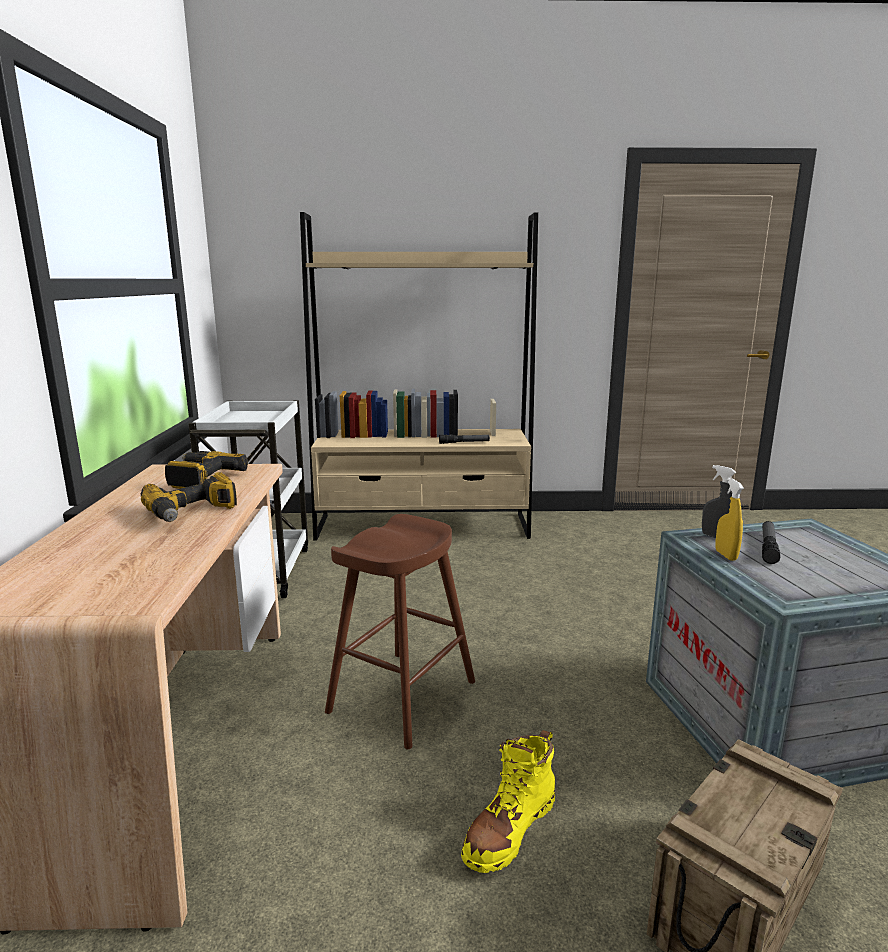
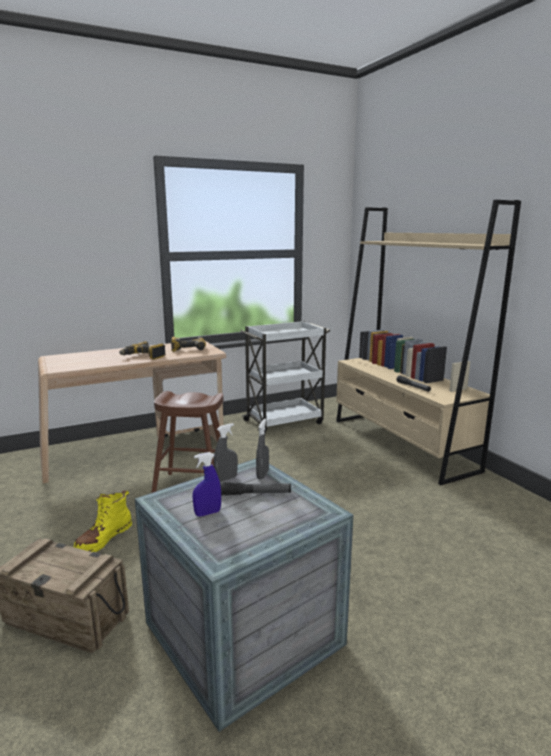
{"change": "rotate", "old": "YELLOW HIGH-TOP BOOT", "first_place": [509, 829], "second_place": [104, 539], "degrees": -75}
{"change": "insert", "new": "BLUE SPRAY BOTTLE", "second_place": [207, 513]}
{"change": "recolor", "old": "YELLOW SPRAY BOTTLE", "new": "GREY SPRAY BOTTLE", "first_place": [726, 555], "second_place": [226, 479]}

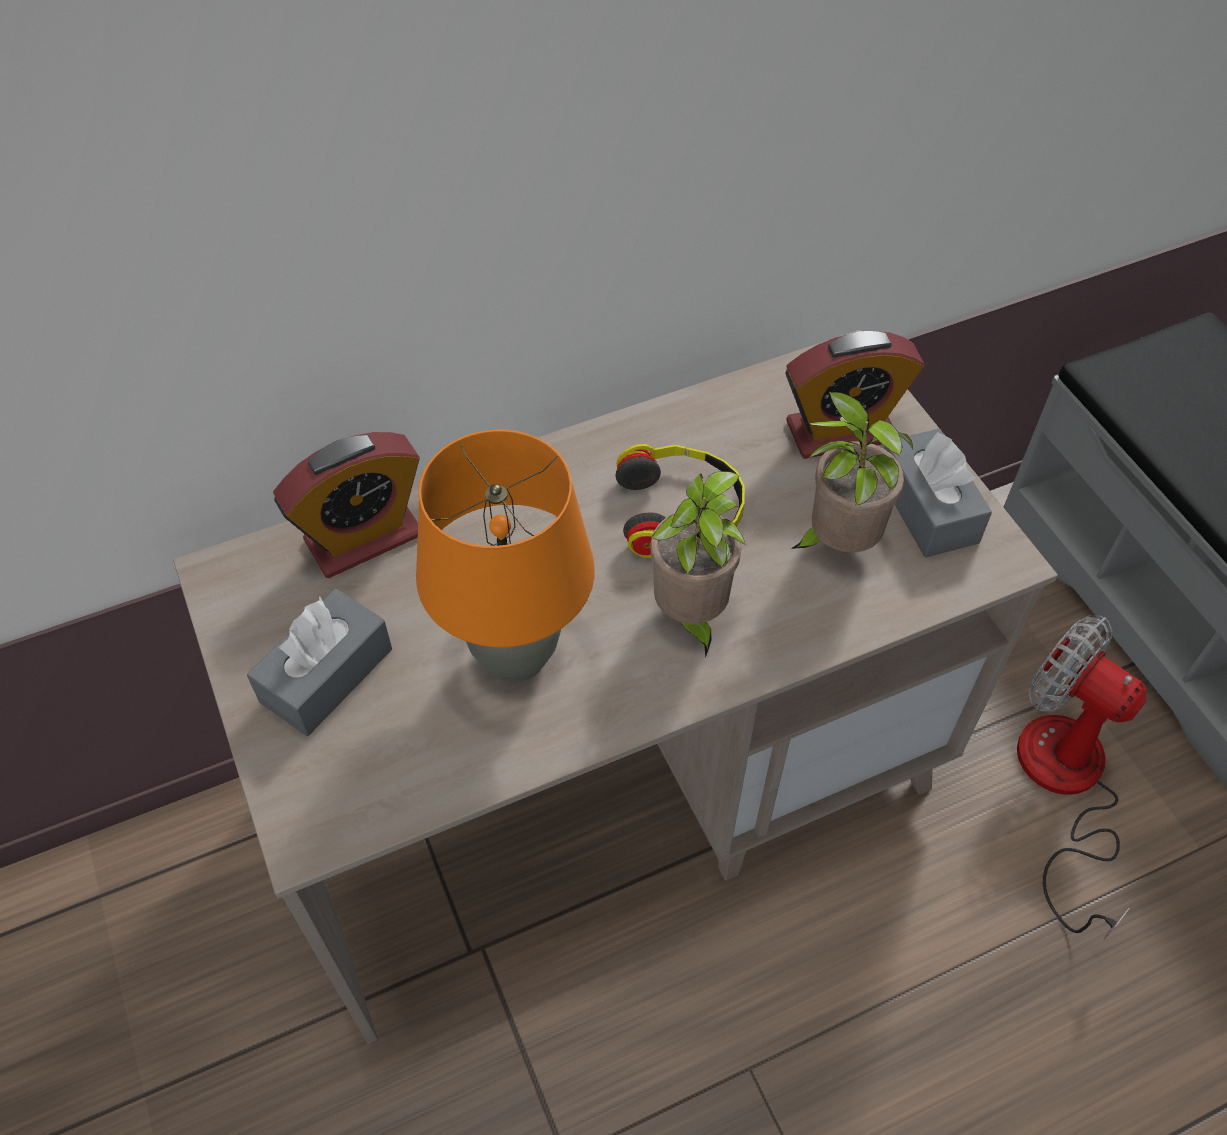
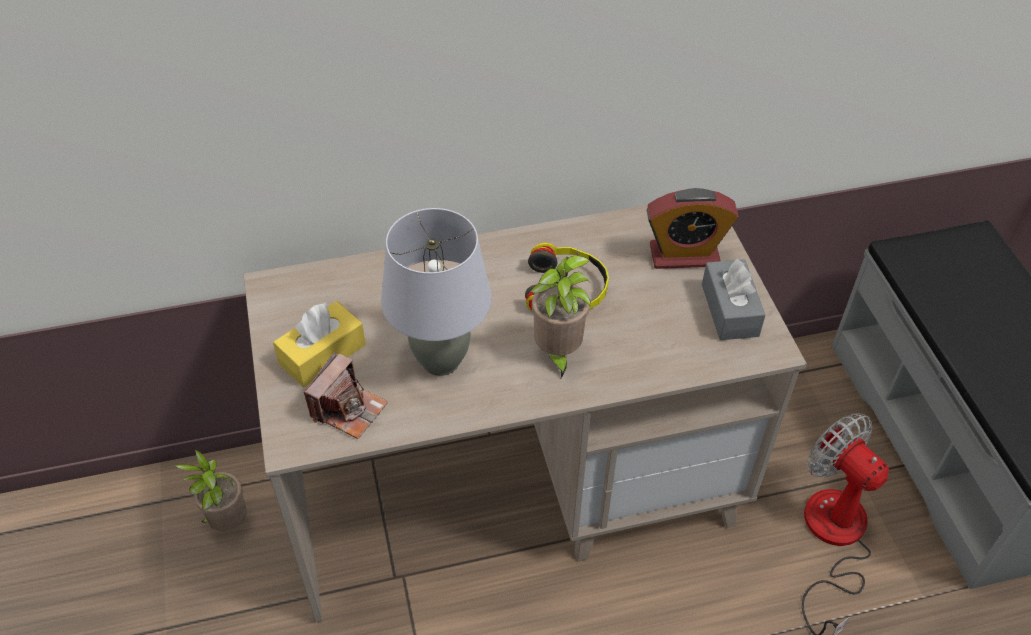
{"change": "move", "old": "PLANT IN A POT", "first_place": [837, 543], "second_place": [227, 522]}
{"change": "recolor", "old": "GREY TISSUE HOLDER", "new": "YELLOW TISSUE HOLDER", "first_place": [327, 675], "second_place": [322, 354]}
{"change": "insert", "new": "PHOTO CAMERA", "second_place": [348, 409]}
{"change": "recolor", "old": "ORANGE-COLOURED TABLETOP LAMP", "new": "GREY TABLETOP LAMP", "first_place": [516, 656], "second_place": [441, 360]}
{"change": "delete", "old": "BEDSIDE CLOCK", "first_place": [364, 538]}

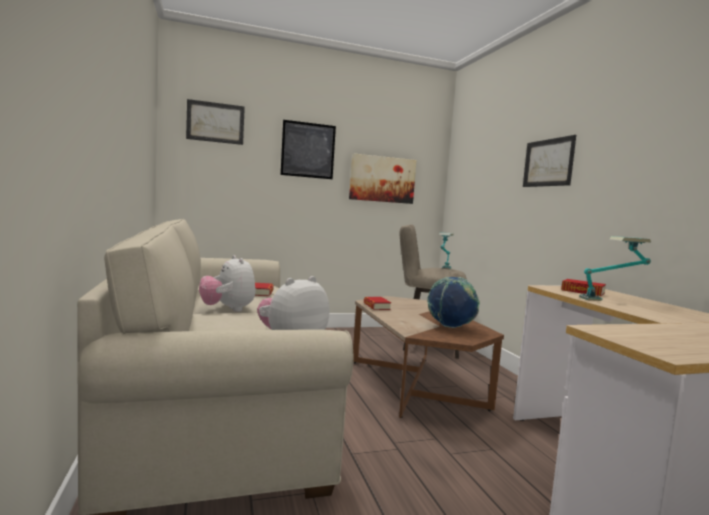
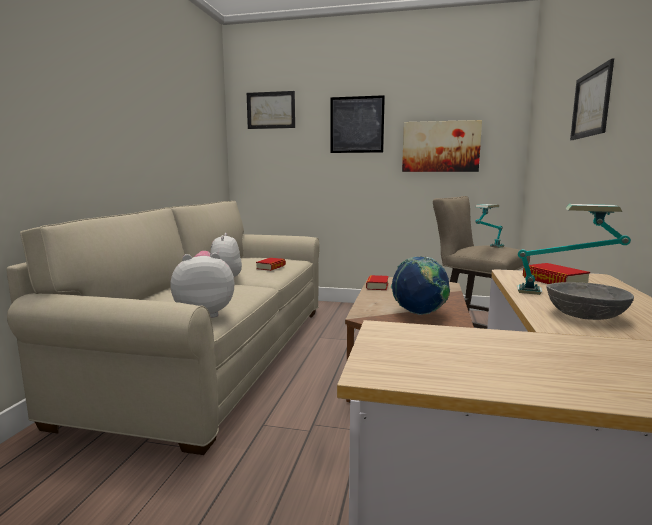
{"change": "insert", "new": "GREY DEEP DISH", "second_place": [585, 316]}

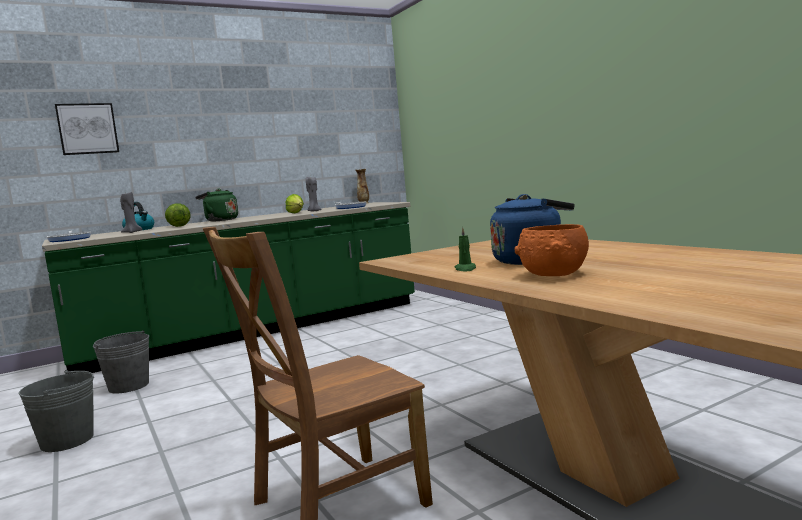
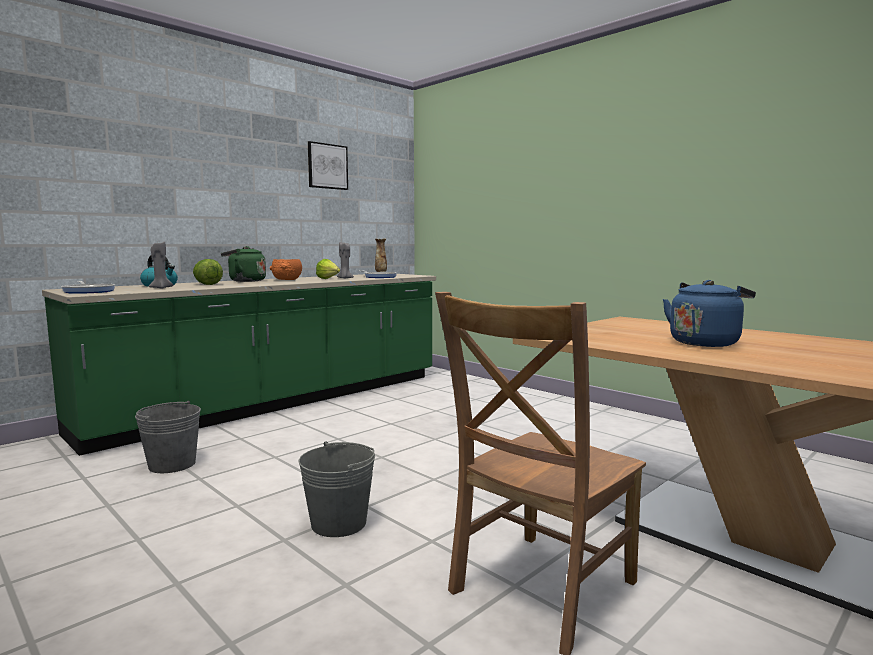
{"change": "move", "old": "ORANGE-COLOURED DEEP DISH", "first_place": [554, 274], "second_place": [287, 279]}
{"change": "move", "old": "GREY BUCKET", "first_place": [67, 440], "second_place": [339, 523]}
{"change": "move", "old": "WALL PICTURE", "first_place": [87, 129], "second_place": [327, 166]}
{"change": "delete", "old": "GREEN WAX LIGHT", "first_place": [465, 269]}

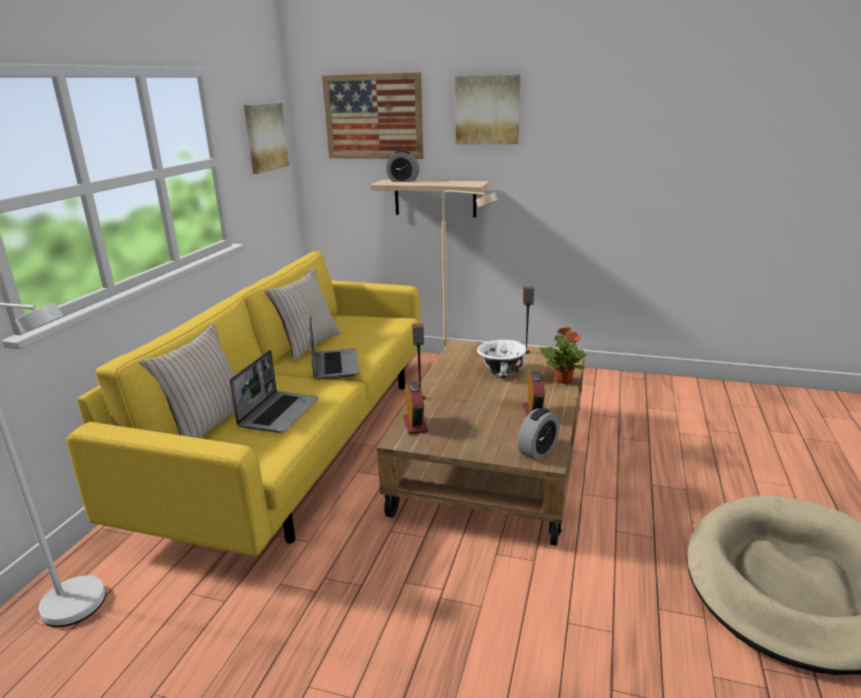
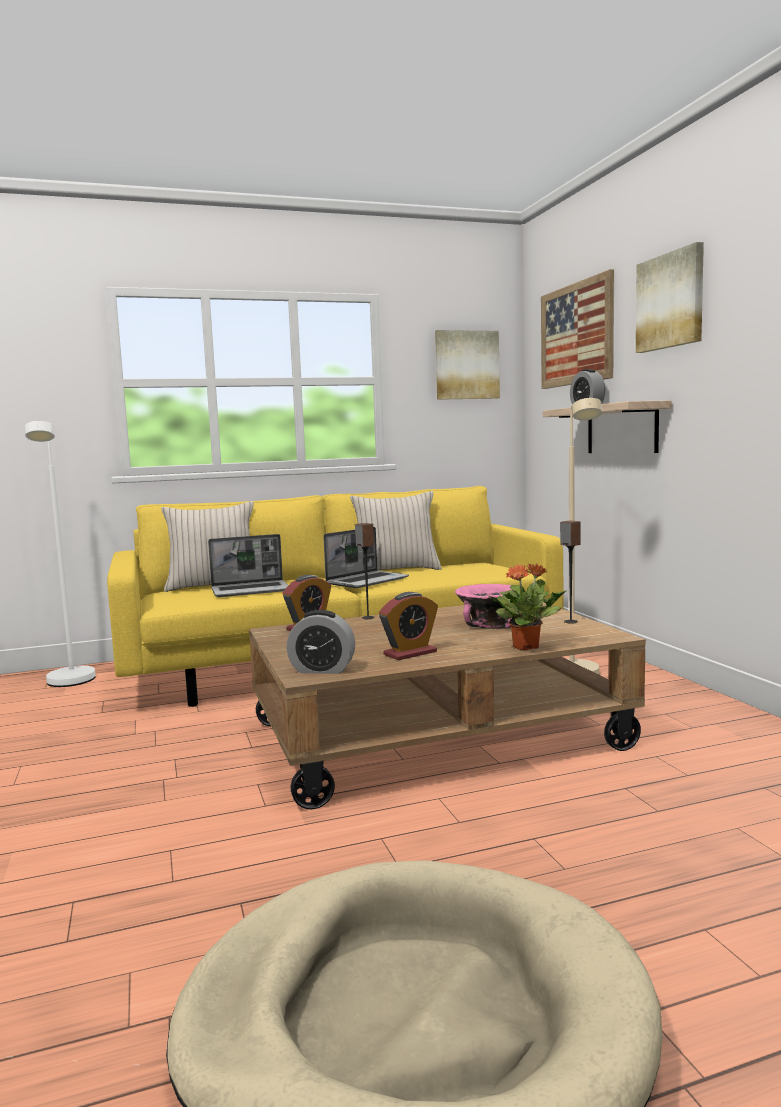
{"change": "recolor", "old": "WHITISH DEEP DISH", "new": "PINK-COLOURED DEEP DISH", "first_place": [501, 372], "second_place": [490, 625]}

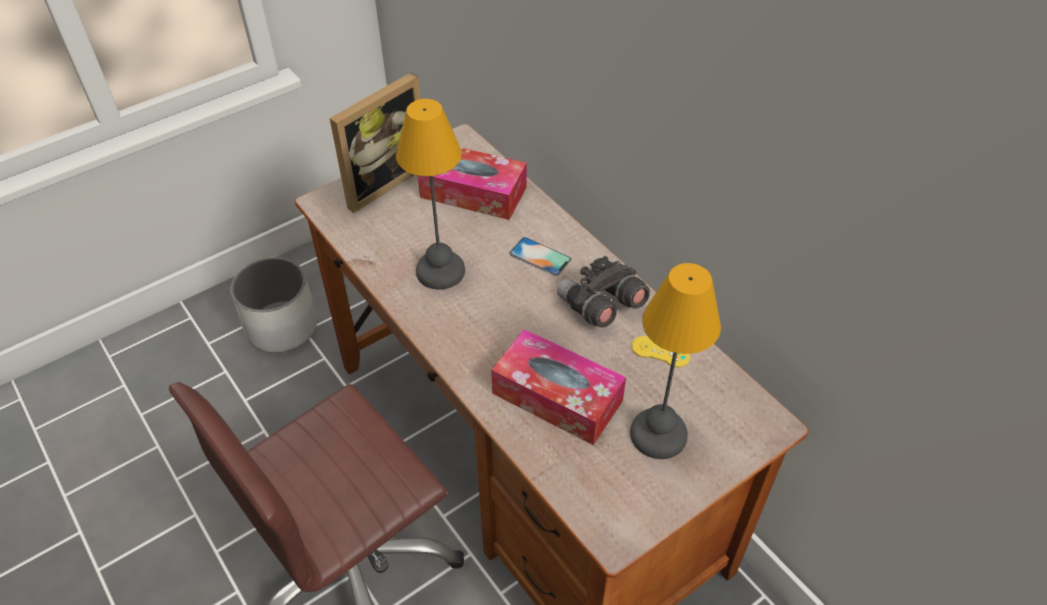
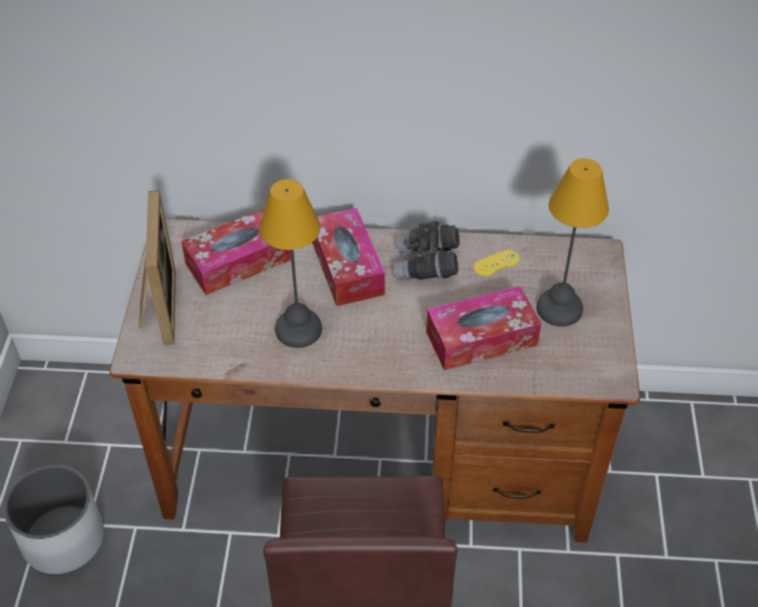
{"change": "replace", "old": "HANDSET", "new": "TISSUE HOLDER", "first_place": [540, 257], "second_place": [347, 267]}

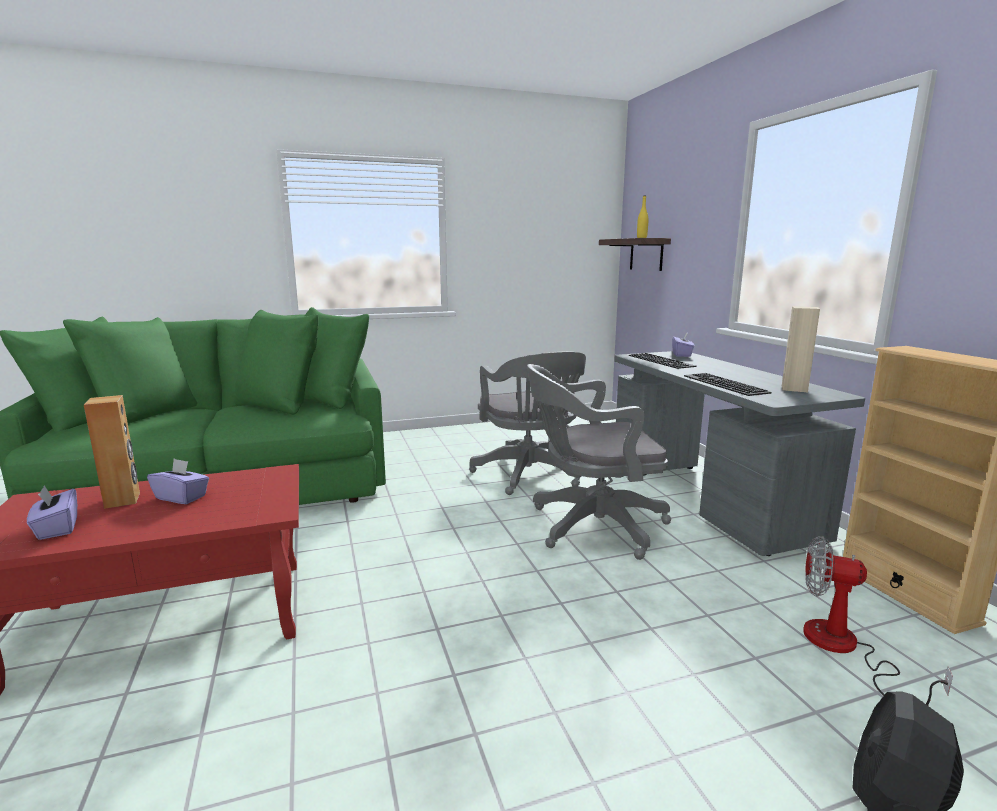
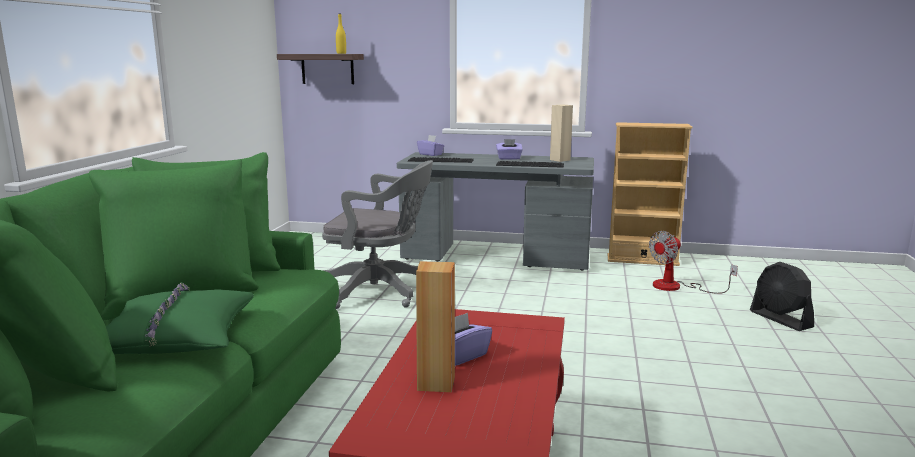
{"change": "insert", "new": "GREEN THROW PILLOW", "second_place": [176, 337]}
{"change": "move", "old": "PURPLE TISSUE HOLDER", "first_place": [57, 528], "second_place": [509, 158]}
{"change": "delete", "old": "GREY COMPUTER CHAIR", "first_place": [591, 526]}

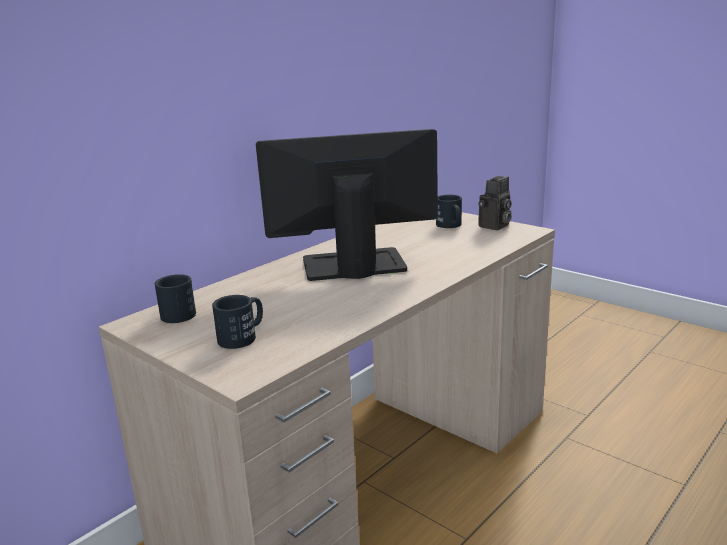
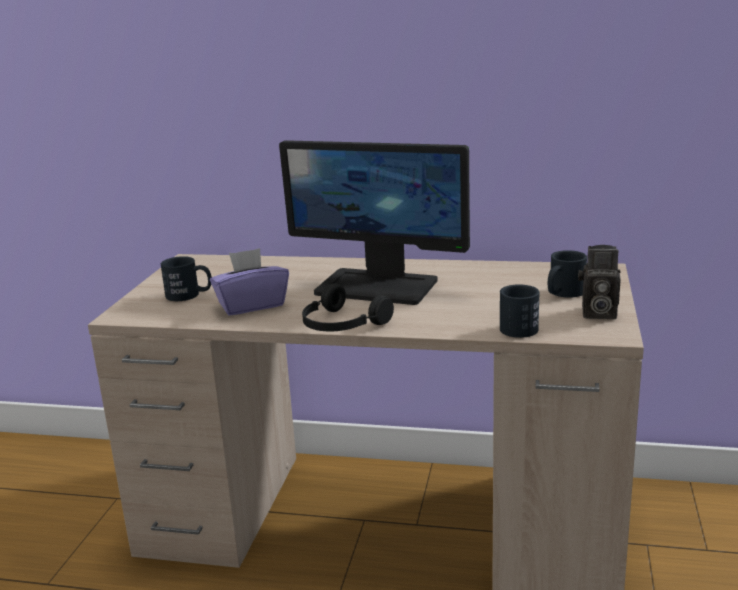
{"change": "insert", "new": "PURPLE TISSUE HOLDER", "second_place": [251, 305]}
{"change": "rotate", "old": "MONITOR", "first_place": [353, 265], "second_place": [378, 286], "degrees": 150}
{"change": "insert", "new": "BLACKISH PAIR OF HEADPHONES", "second_place": [341, 325]}
{"change": "move", "old": "BLACKISH COFFEE MUG", "first_place": [177, 312], "second_place": [523, 326]}

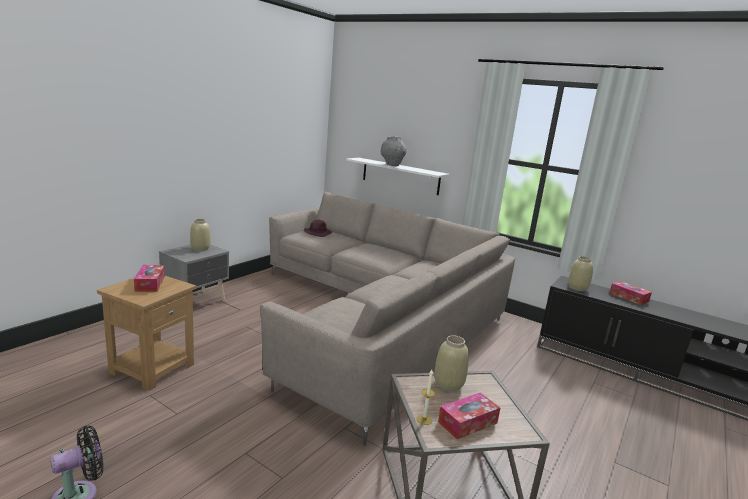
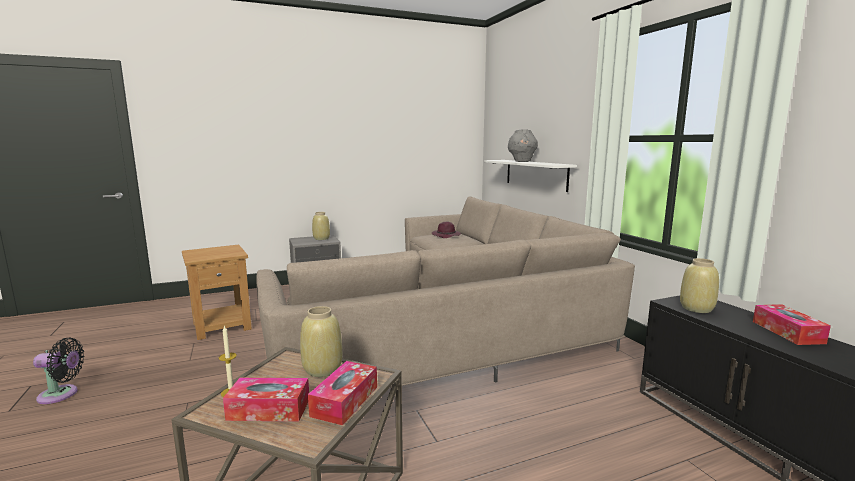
{"change": "move", "old": "TISSUE HOLDER", "first_place": [150, 284], "second_place": [345, 401]}

